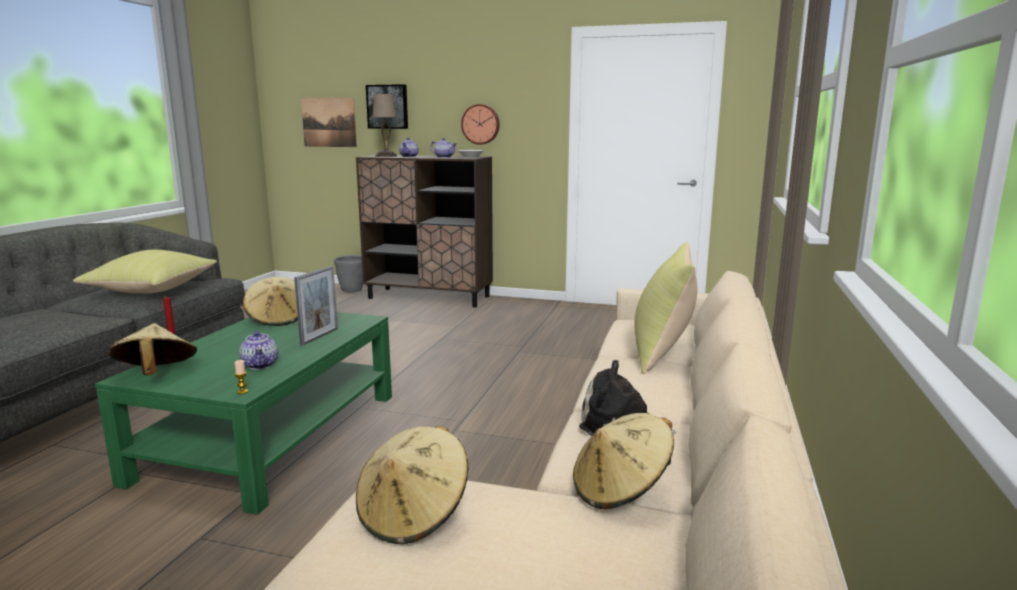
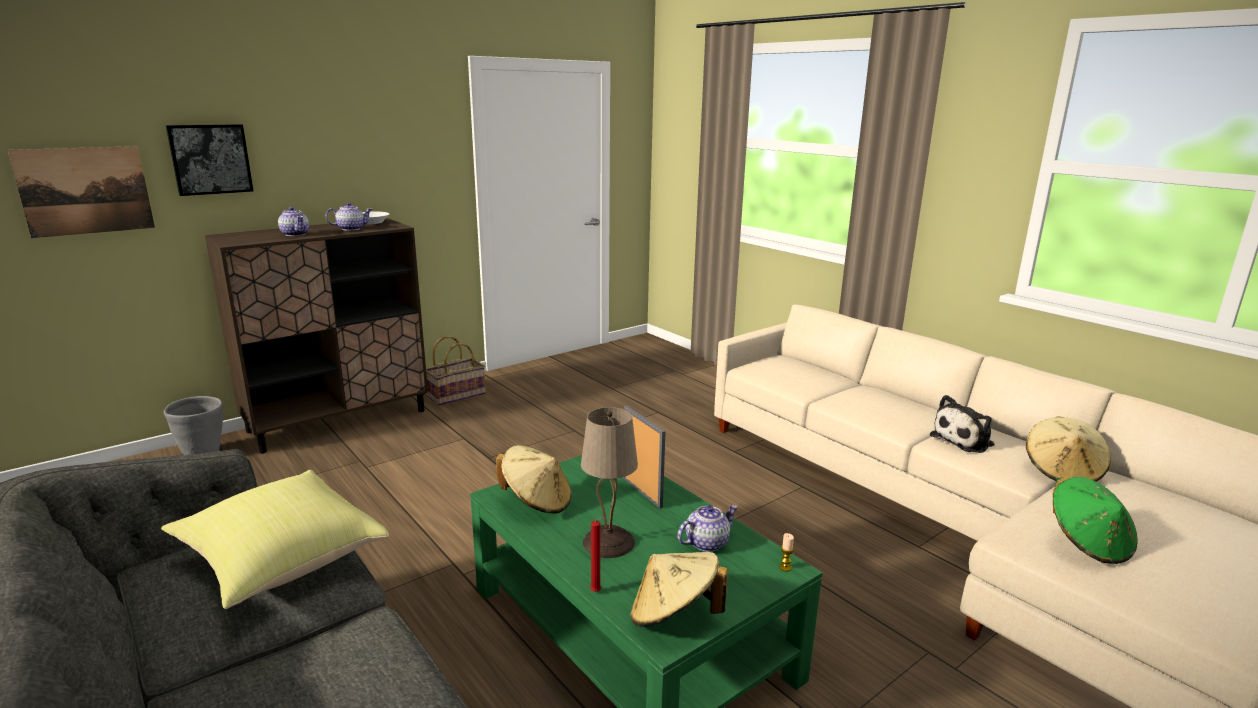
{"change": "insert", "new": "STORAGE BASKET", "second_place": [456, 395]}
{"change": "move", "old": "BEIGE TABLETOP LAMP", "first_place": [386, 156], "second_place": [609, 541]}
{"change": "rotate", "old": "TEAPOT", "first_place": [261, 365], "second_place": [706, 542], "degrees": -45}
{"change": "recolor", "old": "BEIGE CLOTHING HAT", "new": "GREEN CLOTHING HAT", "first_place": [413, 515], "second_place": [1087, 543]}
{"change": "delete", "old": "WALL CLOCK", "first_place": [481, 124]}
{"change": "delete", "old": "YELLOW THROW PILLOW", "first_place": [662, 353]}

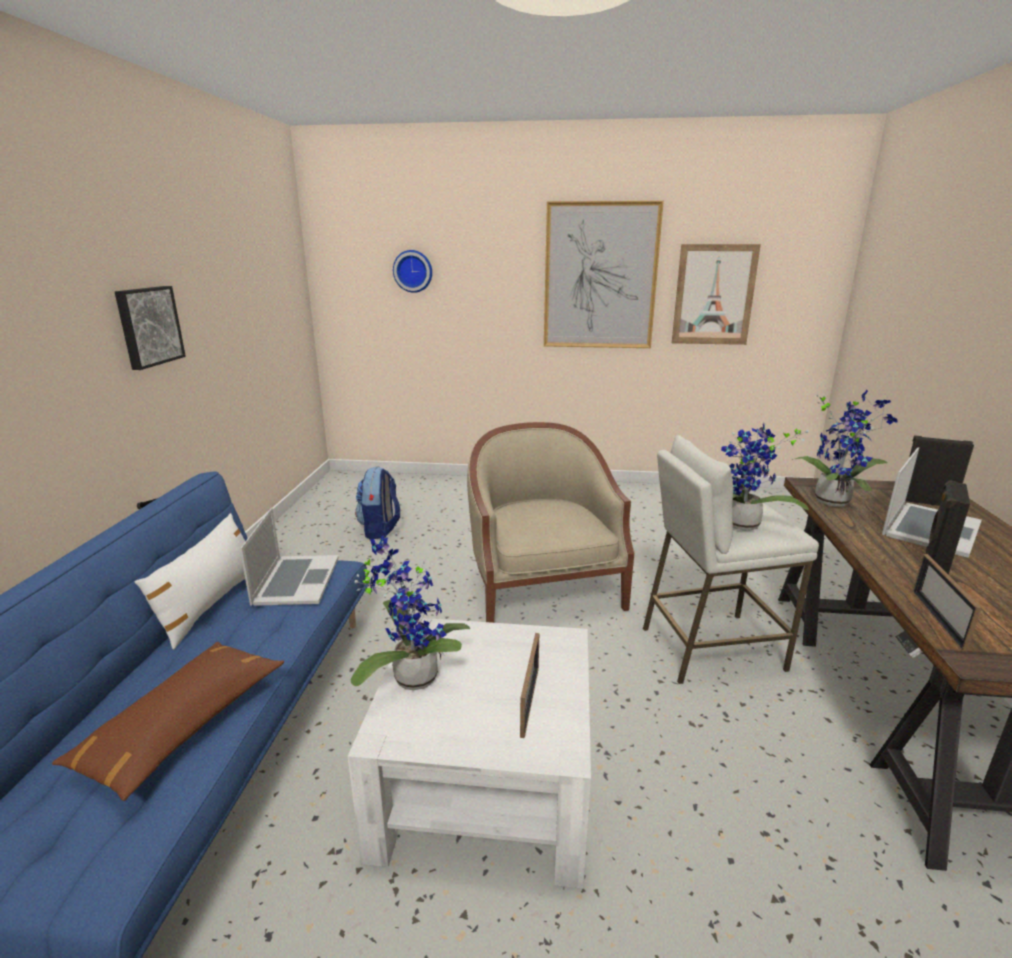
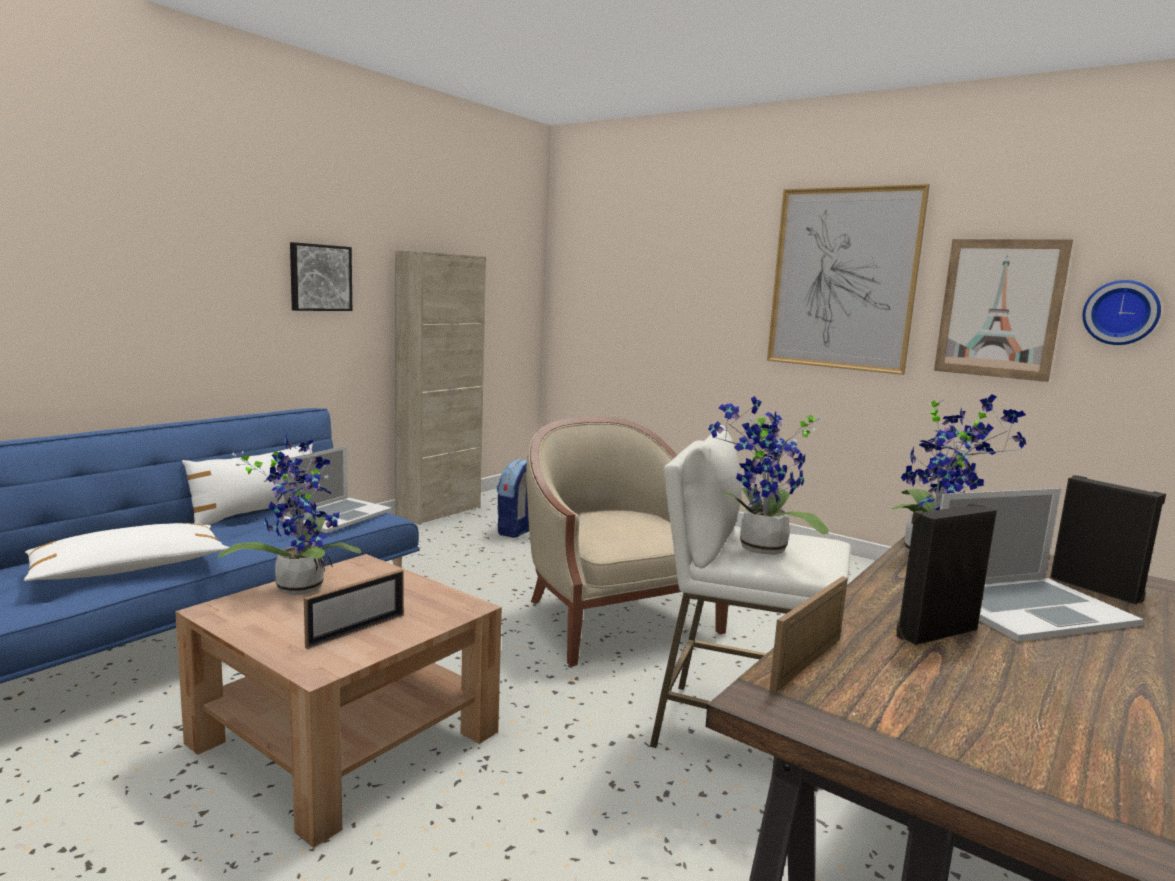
{"change": "recolor", "old": "BROWN-COLOURED THROW PILLOW", "new": "WHITISH THROW PILLOW", "first_place": [183, 725], "second_place": [129, 569]}
{"change": "recolor", "old": "WHITISH LOW TABLE", "new": "BROWN-COLOURED LOW TABLE", "first_place": [486, 783], "second_place": [345, 738]}
{"change": "insert", "new": "BEIGE STORAGE CABINET", "second_place": [439, 512]}
{"change": "rotate", "old": "BEIGE ARMCHAIR", "first_place": [542, 589], "second_place": [614, 619], "degrees": -45}
{"change": "move", "old": "WALL CLOCK", "first_place": [413, 271], "second_place": [1121, 312]}

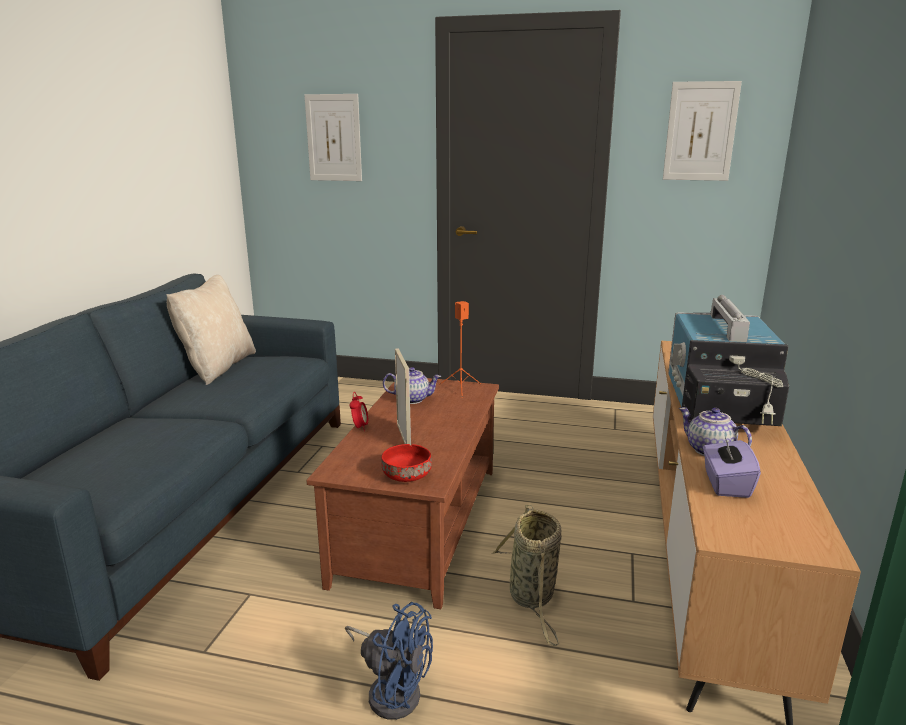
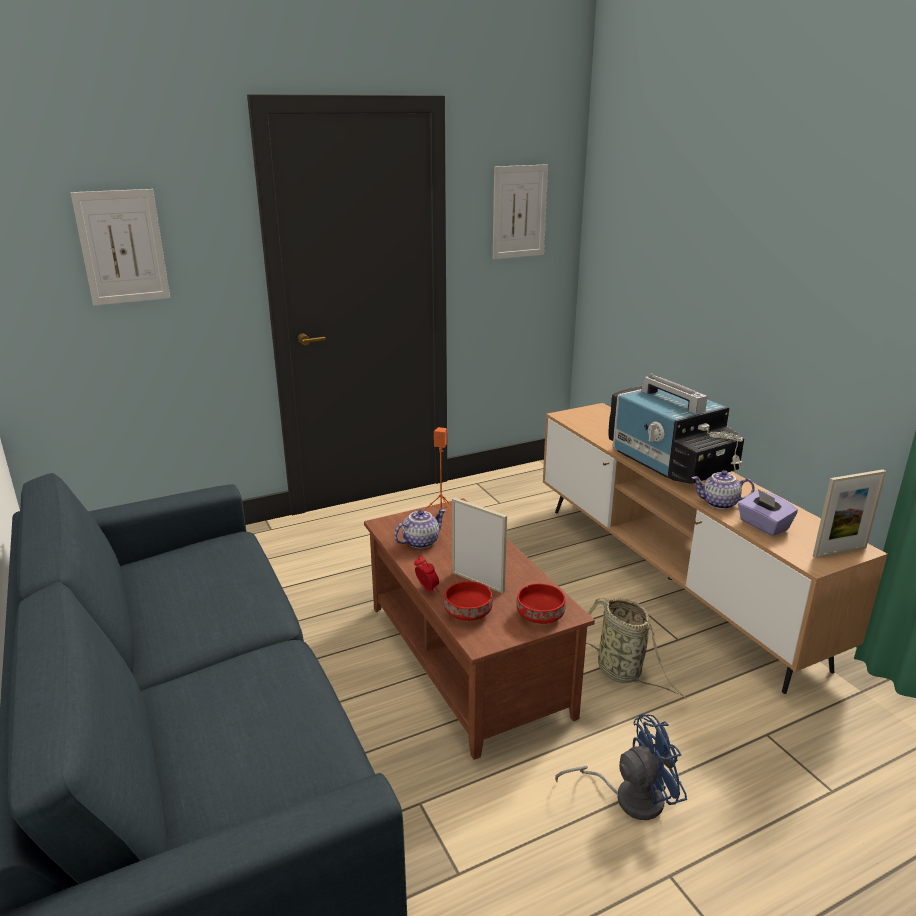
{"change": "insert", "new": "REDDISH DEEP DISH", "second_place": [467, 612]}
{"change": "insert", "new": "PICTURE FRAME", "second_place": [839, 552]}
{"change": "delete", "old": "BEIGE THROW PILLOW", "first_place": [217, 367]}

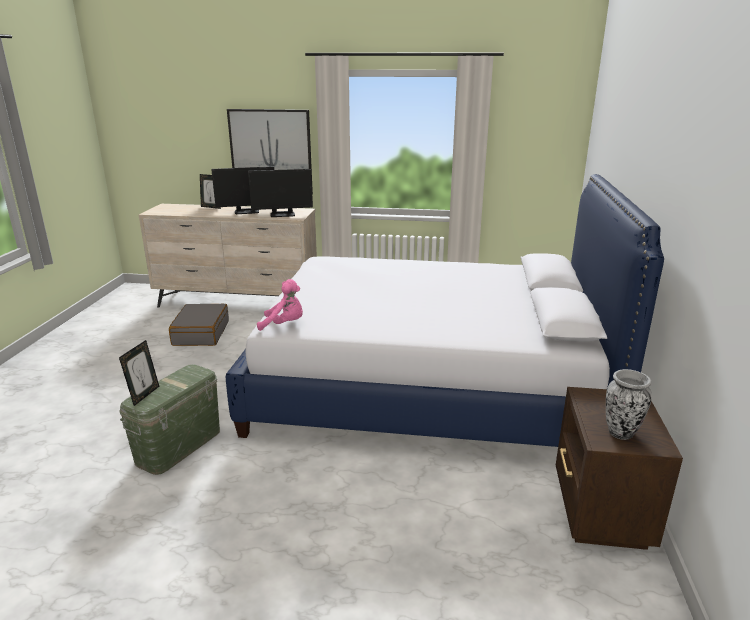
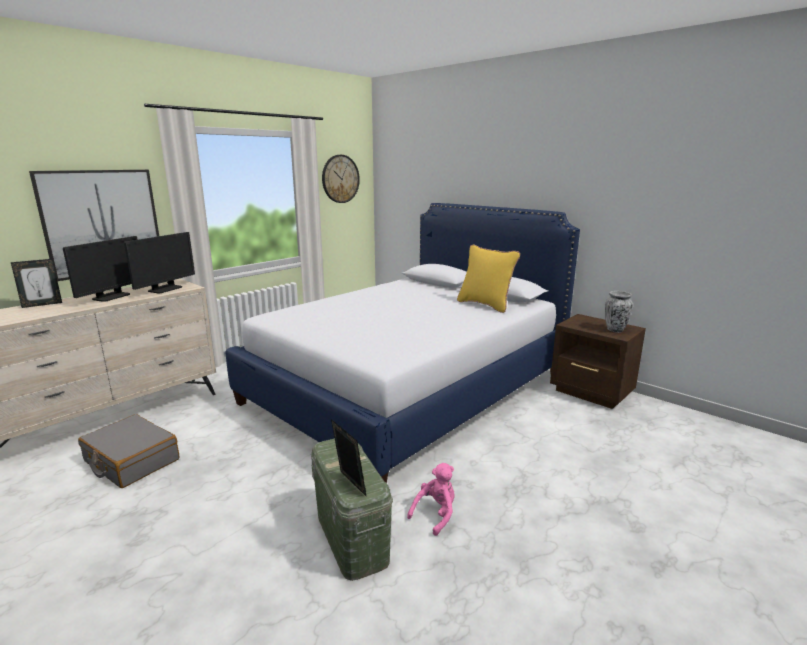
{"change": "insert", "new": "WALL CLOCK", "second_place": [340, 179]}
{"change": "move", "old": "PINK-COLOURED CUDDLY TOY", "first_place": [284, 324], "second_place": [435, 514]}
{"change": "insert", "new": "YELLOW THROW PILLOW", "second_place": [485, 305]}

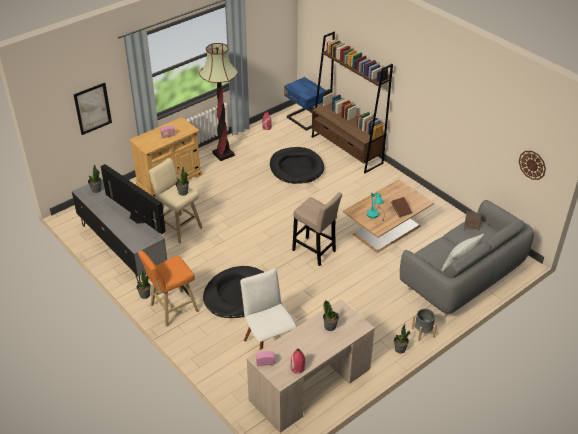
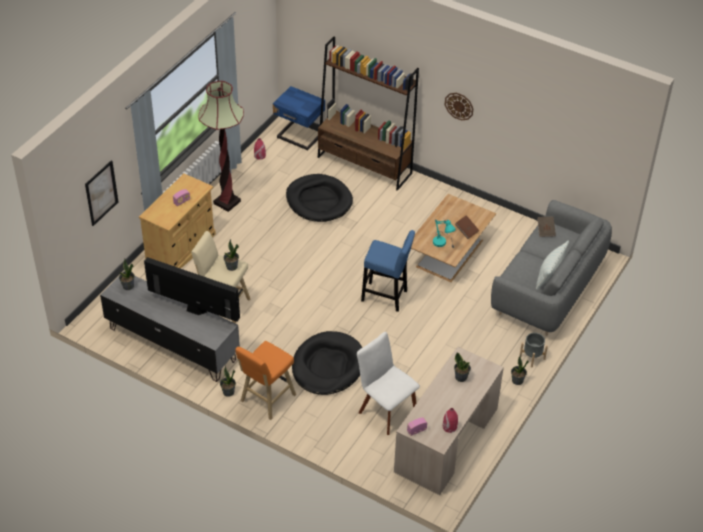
{"change": "recolor", "old": "BEIGE SITTING STOOL", "new": "BLUE SITTING STOOL", "first_place": [315, 252], "second_place": [386, 297]}
{"change": "move", "old": "WALL CLOCK", "first_place": [532, 165], "second_place": [459, 106]}

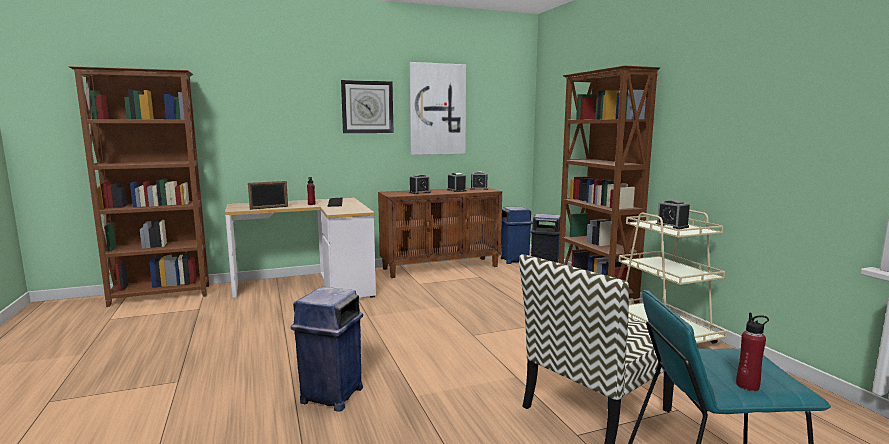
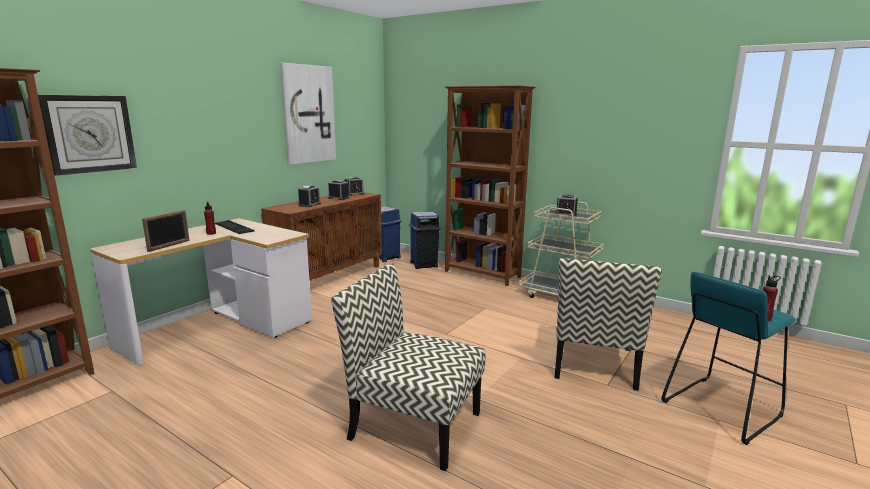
{"change": "move", "old": "WALL CLOCK", "first_place": [367, 107], "second_place": [90, 134]}
{"change": "replace", "old": "BLUE WASTE BIN", "new": "CHAIR", "first_place": [331, 396], "second_place": [413, 425]}

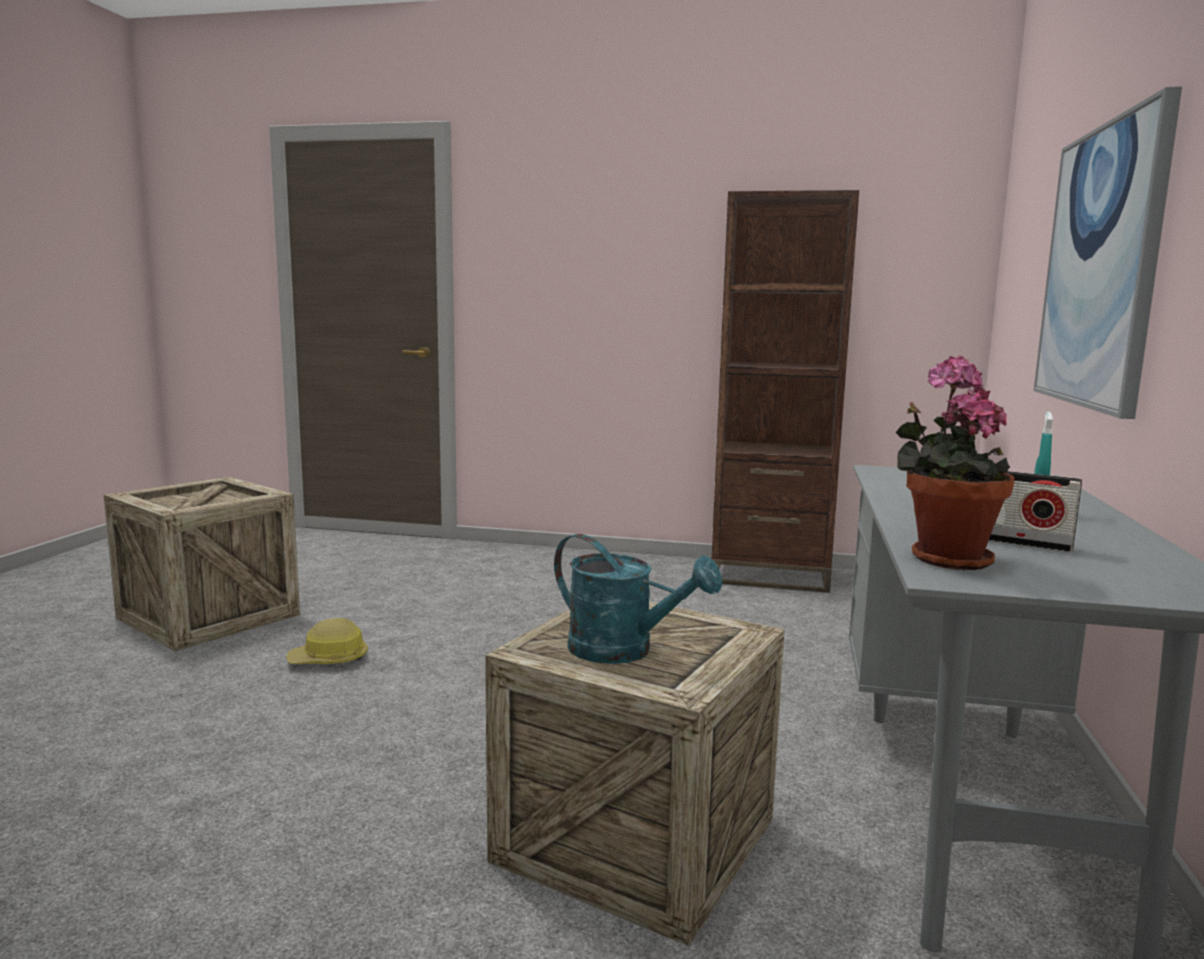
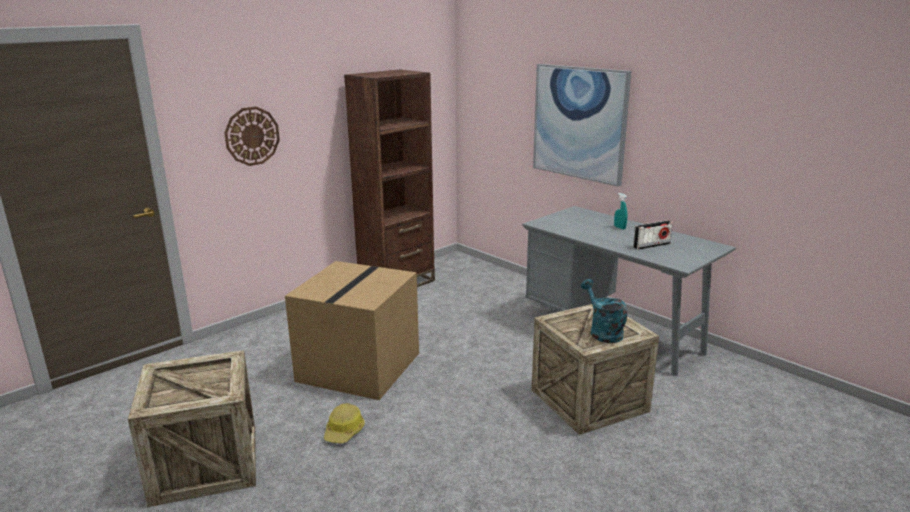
{"change": "insert", "new": "WALL CLOCK", "second_place": [252, 136]}
{"change": "insert", "new": "CARTON", "second_place": [359, 368]}
{"change": "rotate", "old": "TURQUOISE WATERING CAN", "first_place": [624, 651], "second_place": [602, 331], "degrees": -90}
{"change": "delete", "old": "PLANT IN A POT", "first_place": [944, 558]}

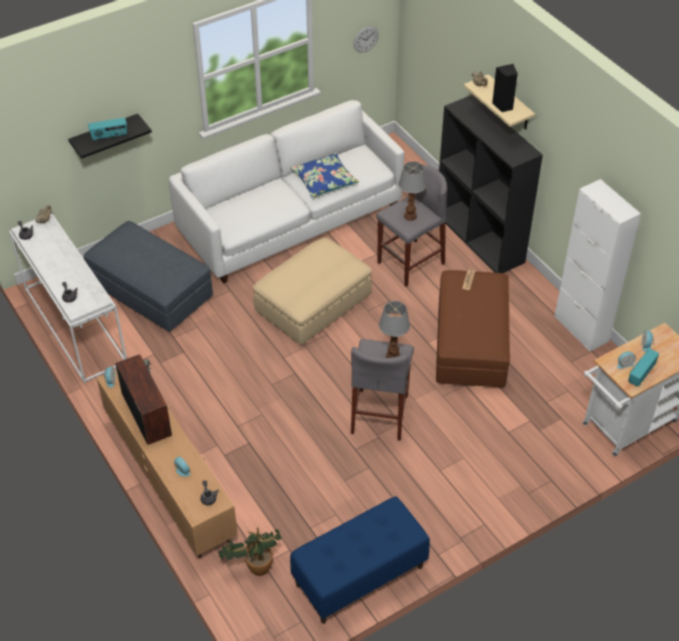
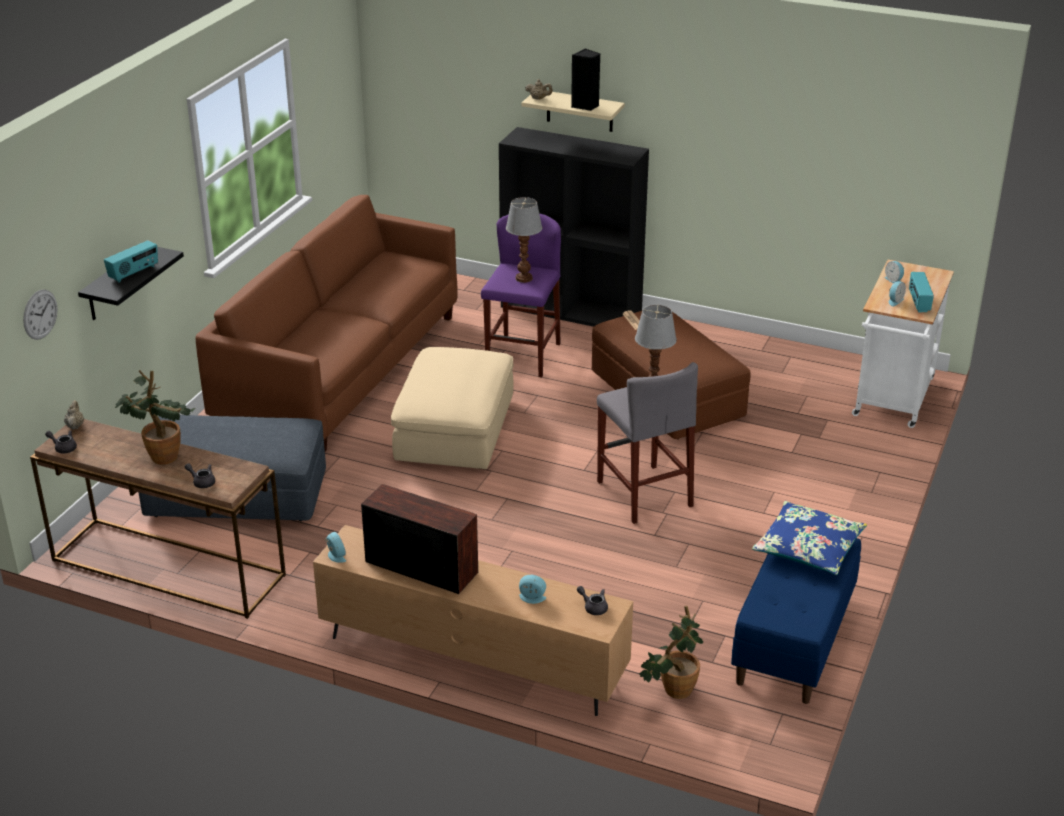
{"change": "move", "old": "WALL CLOCK", "first_place": [366, 39], "second_place": [40, 314]}
{"change": "recolor", "old": "WHITISH NARROW TABLE", "new": "BROWN-COLOURED NARROW TABLE", "first_place": [73, 325], "second_place": [166, 568]}
{"change": "insert", "new": "PLANT IN A POT", "second_place": [160, 454]}
{"change": "recolor", "old": "WHITISH SETTEE", "new": "BROWN-COLOURED SETTEE", "first_place": [290, 220], "second_place": [341, 369]}
{"change": "recolor", "old": "GREY SITTING STOOL", "new": "PURPLE SITTING STOOL", "first_place": [410, 263], "second_place": [523, 356]}
{"change": "move", "old": "BLUE THROW PILLOW", "first_place": [324, 181], "second_place": [808, 548]}
{"change": "delete", "old": "WHITISH STORAGE CABINET", "first_place": [581, 329]}

